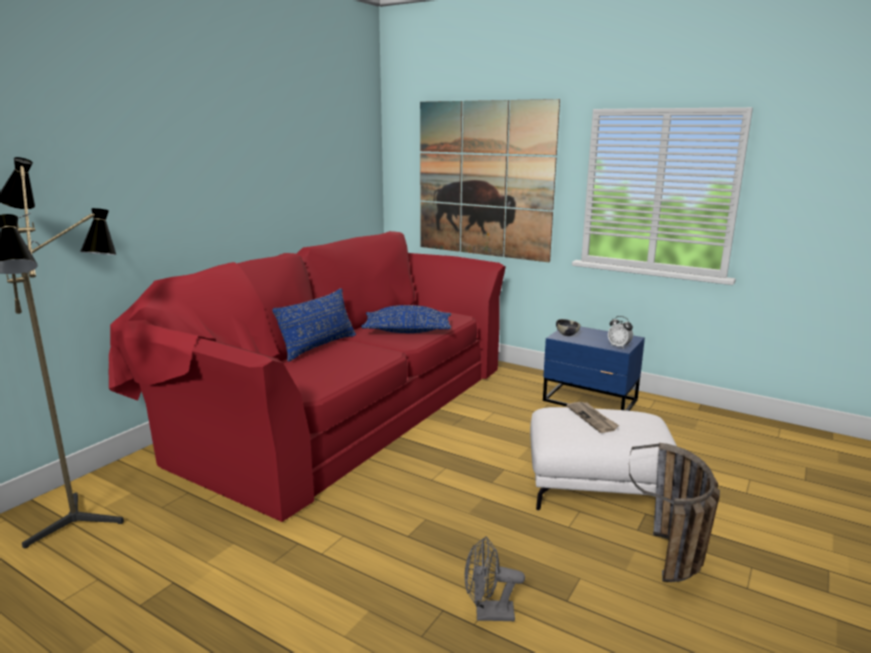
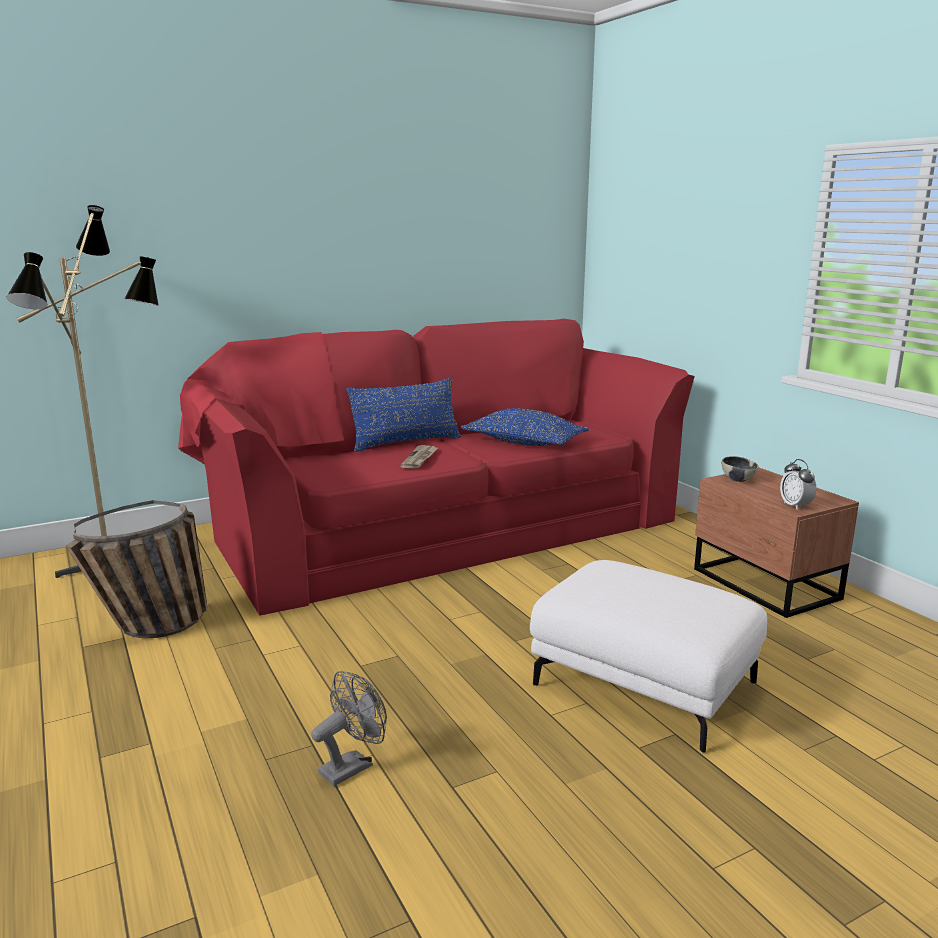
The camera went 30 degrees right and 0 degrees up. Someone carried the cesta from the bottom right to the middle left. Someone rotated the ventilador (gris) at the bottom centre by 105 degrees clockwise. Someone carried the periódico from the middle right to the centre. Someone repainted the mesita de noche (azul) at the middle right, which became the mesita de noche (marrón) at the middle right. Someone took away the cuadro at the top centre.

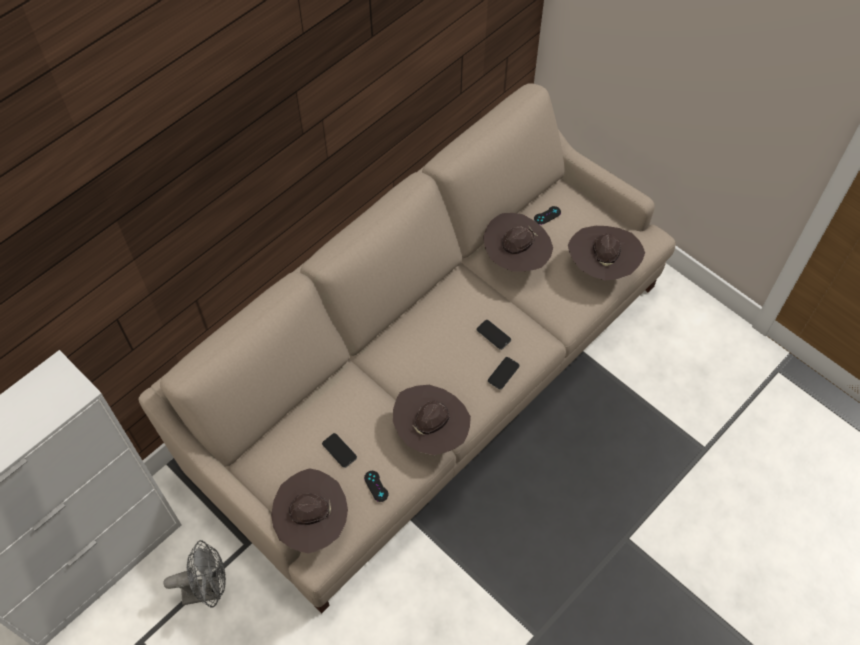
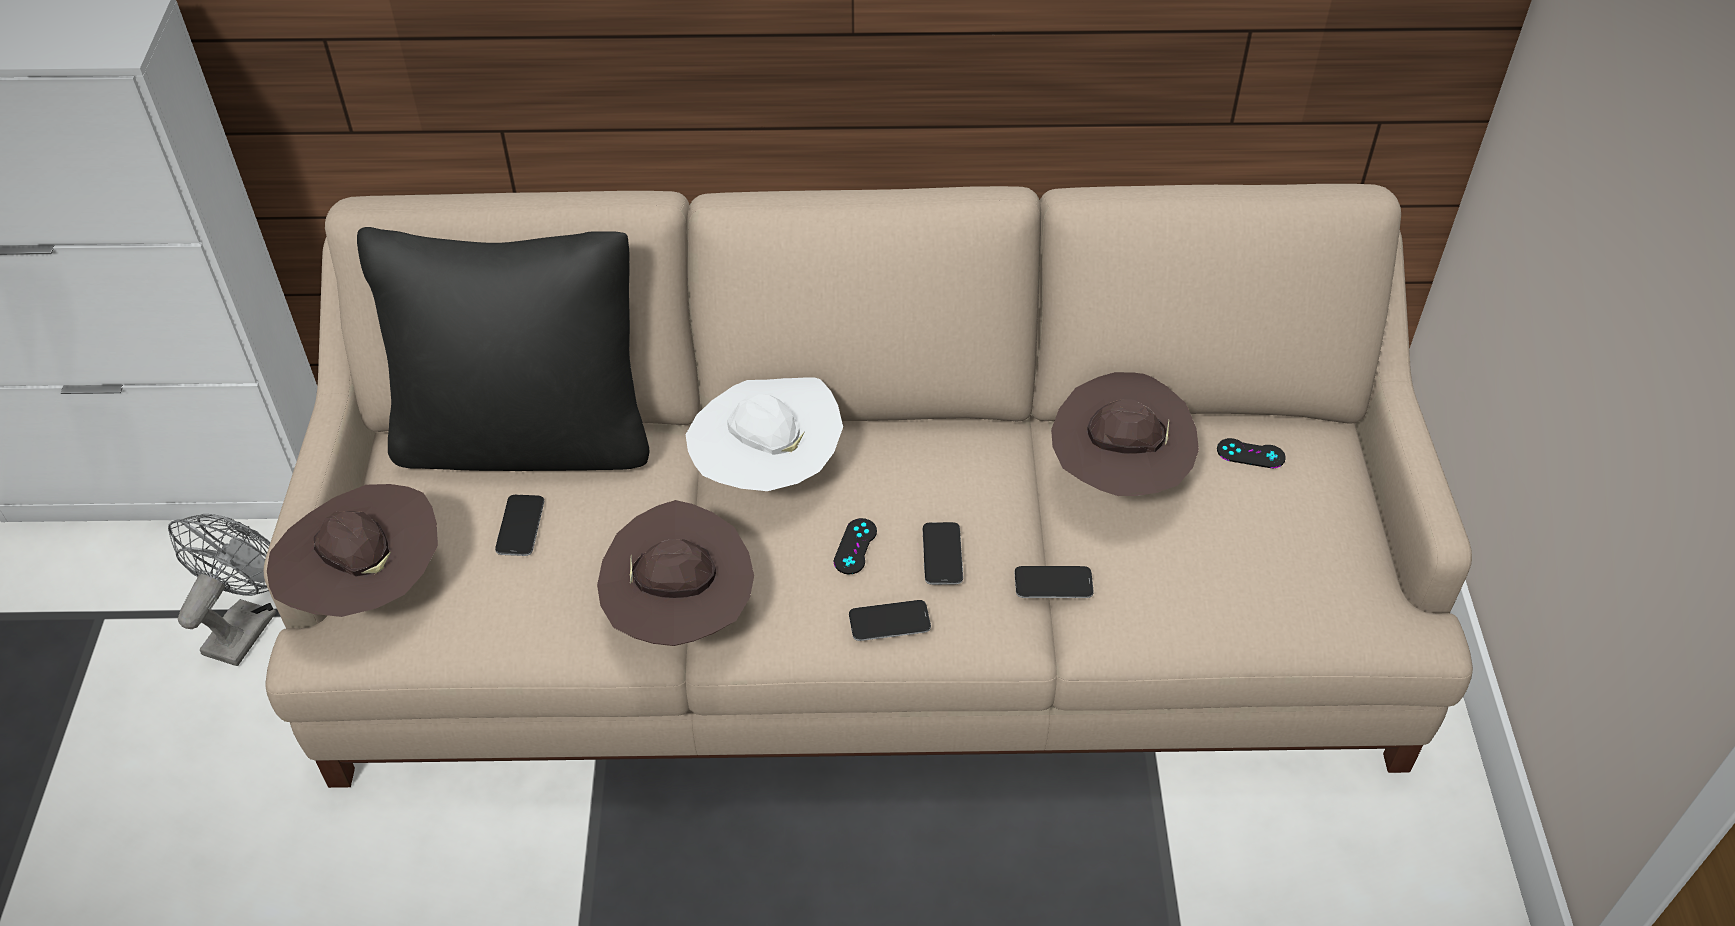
The camera went 45 degrees right and 10 degrees down. Someone rotated the ventilador (gris) at the bottom left by 105 degrees counterclockwise. Someone put down the cojín (negro) at the middle left. Someone put down the sombrero (blanco) at the centre. Someone carried the mando de consola (negro) (no. 1 from left) from the bottom centre to the centre. Someone put down the móvil (no. 4 from left) at the centre. Someone took away the sombrero (marrón) (no. 4 from left) at the middle right.

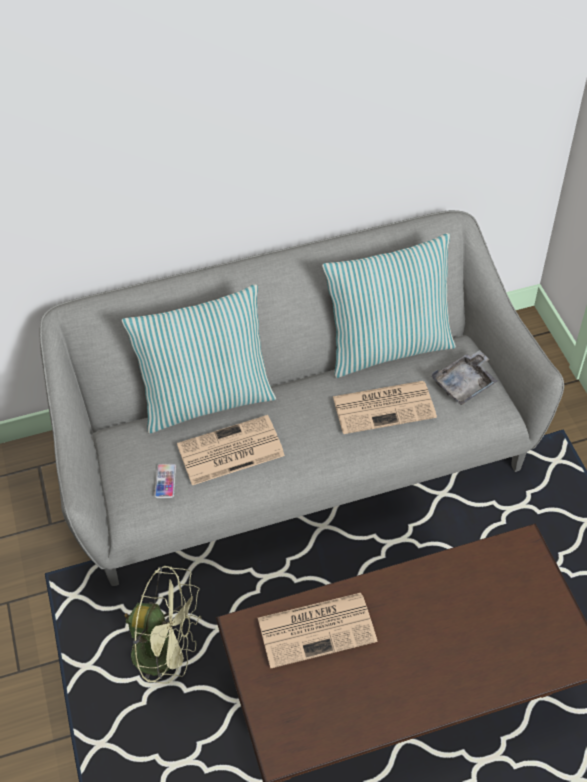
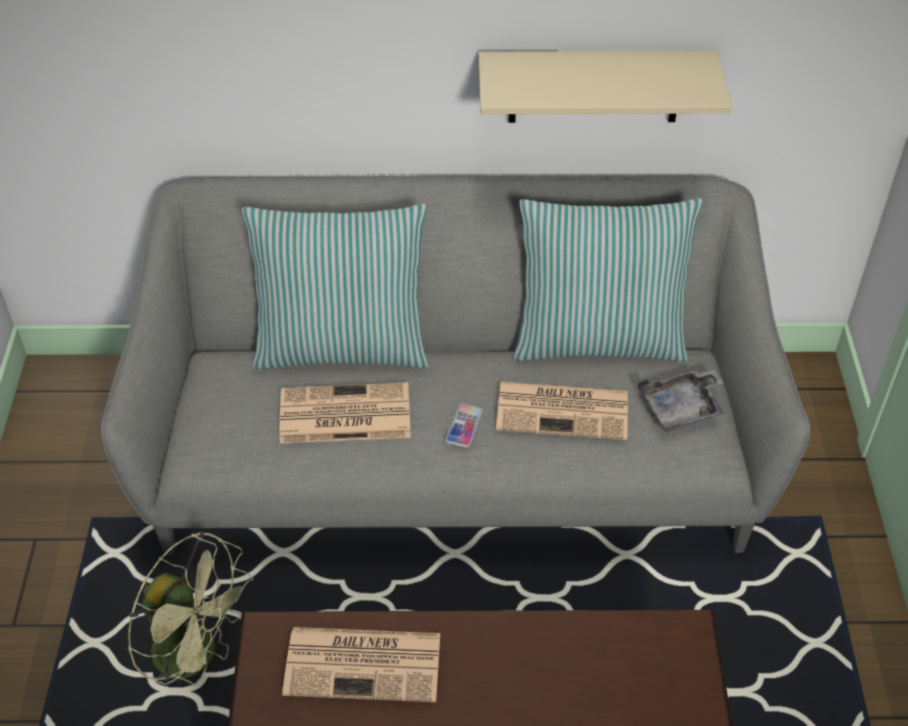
The camera went 15 degrees right and 5 degrees down. Someone carried the móvil from the middle left to the centre. Someone put up the estante (beis) at the top centre.

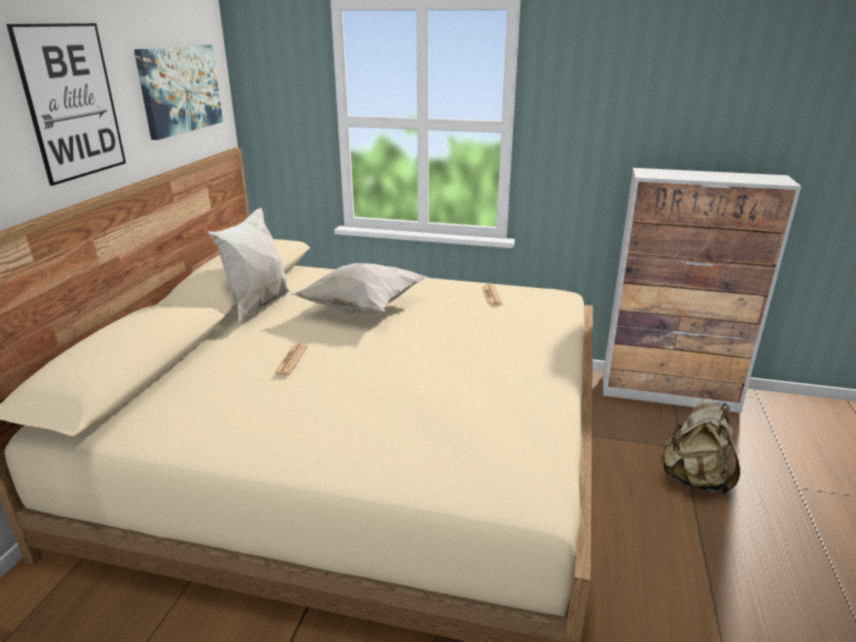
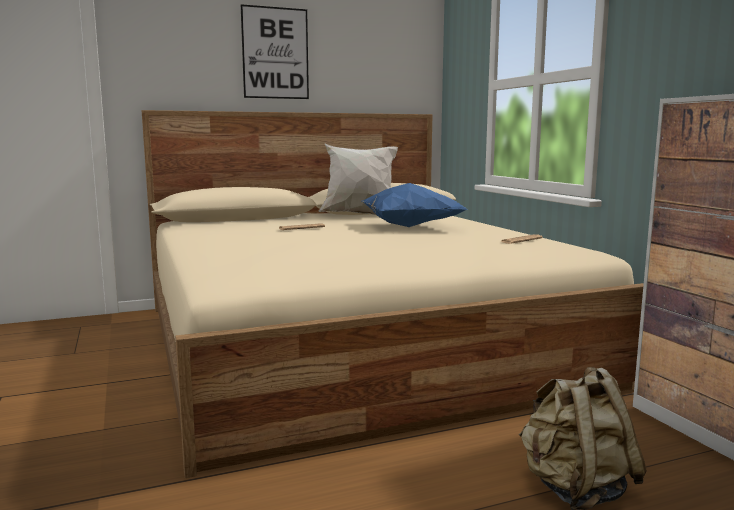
The camera went 55 degrees right and 15 degrees down. Someone repainted the cojín (blanco) (no. 2 from left) at the centre, which became the cojín (azul) at the centre. Someone took away the cuadro (no. 2 from left) at the top left.

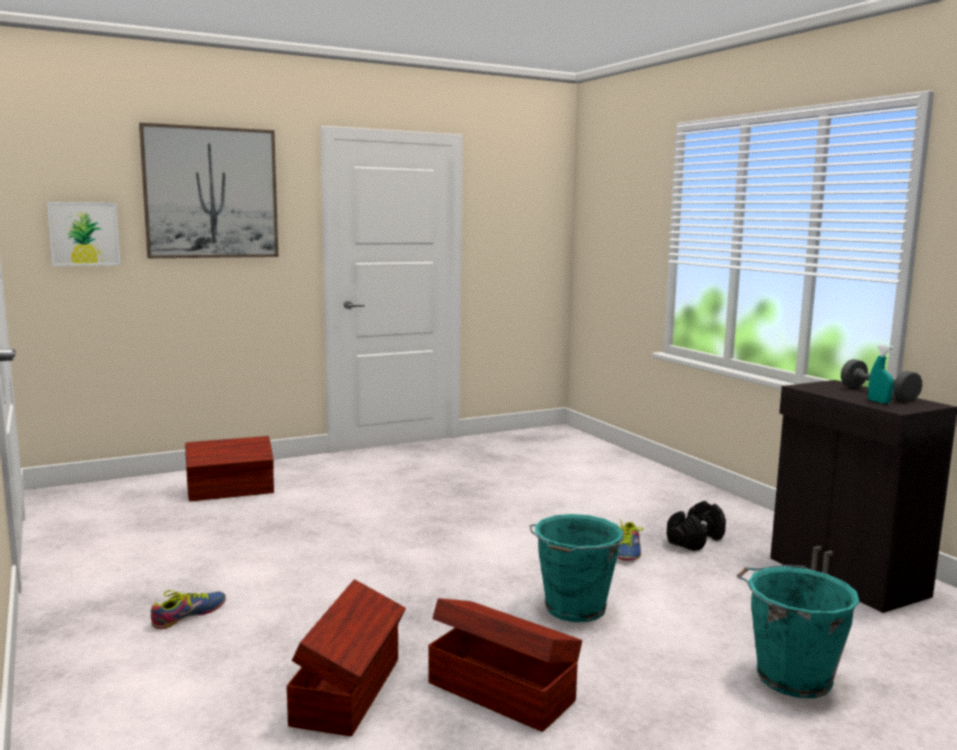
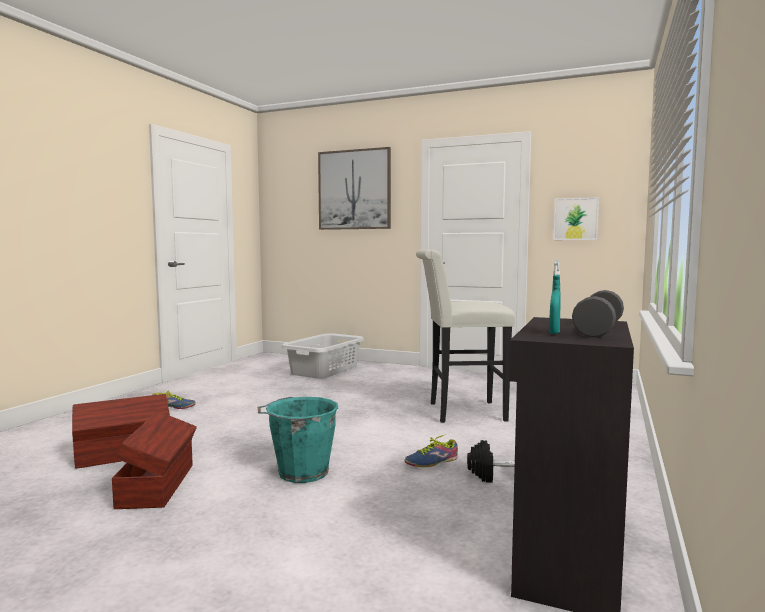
The camera went 50 degrees right and 5 degrees down. Someone swapped the caja de almacenaje (marrón) (no. 1 from left) at the middle left for the cesto de la ropa (gris) at the centre. Someone put down the taburete (blanco) at the centre. Someone carried the cuadro (no. 1 from left in the first image) from the top left to the middle right. Someone took away the cubo (turquesa) (no. 2 from left) at the bottom right.

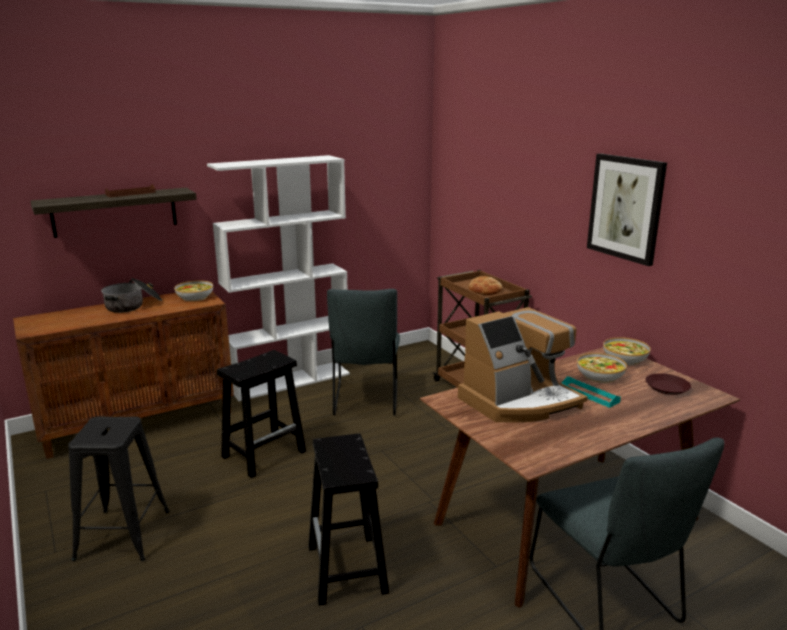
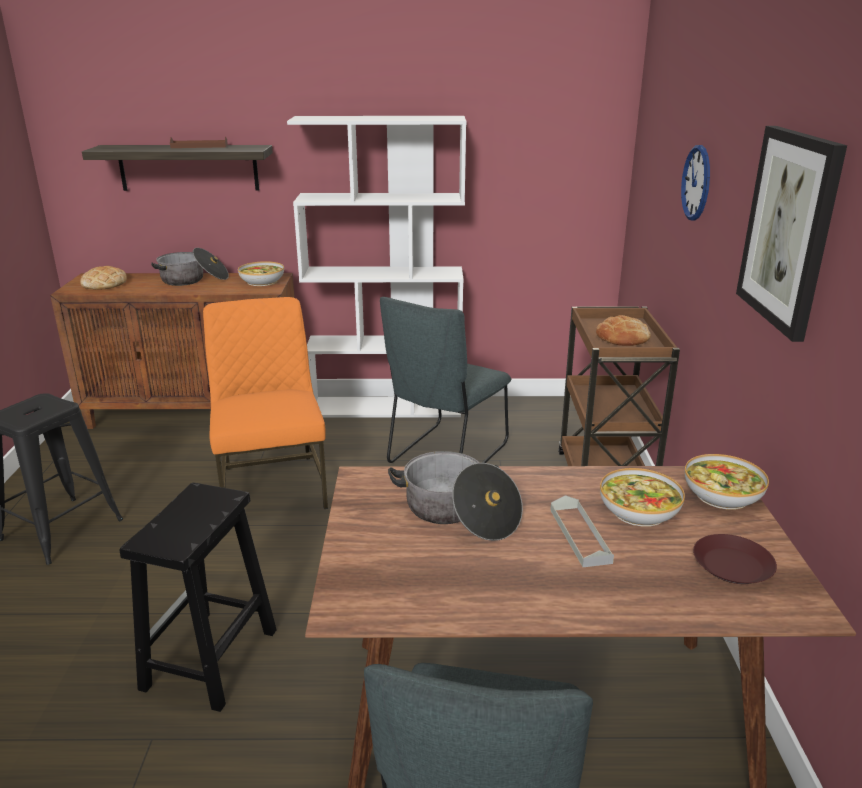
The camera went 30 degrees right and 5 degrees up. Someone put down the pan (no. 1 from left) at the middle left. Someone swapped the taburete (negro) (no. 2 from left) at the middle left for the silla (naranja) at the middle left. Someone swapped the cafetera at the centre for the olla (no. 2 from left) at the centre. Someone repainted the bandeja (turquesa) at the middle right, which became the bandeja (gris) at the bottom right. Someone put up the reloj de pared at the top right.

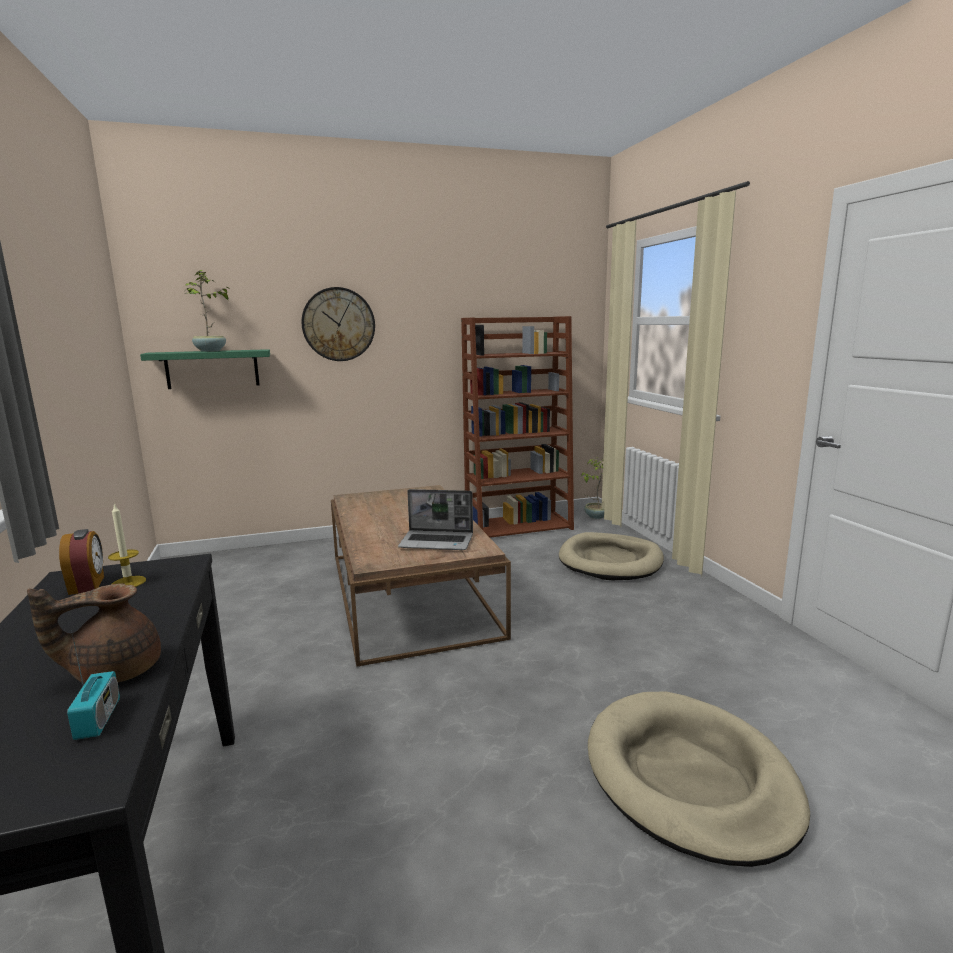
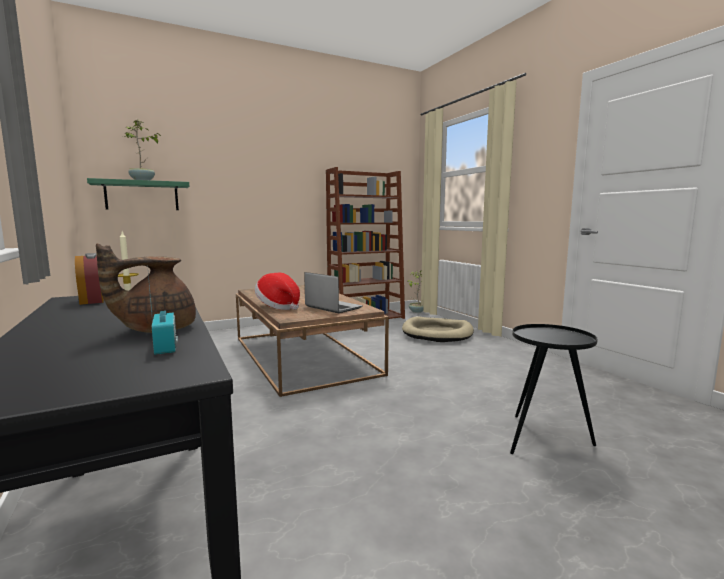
The camera went 10 degrees left and 5 degrees down. Someone put down the sombrero at the centre. Someone rotated the portátil at the centre by 135 degrees counterclockwise. Someone swapped the cama para perro (beis) (no. 2 from left) at the bottom right for the mesa auxiliar (negro) at the bottom right. Someone took away the reloj de pared at the centre.

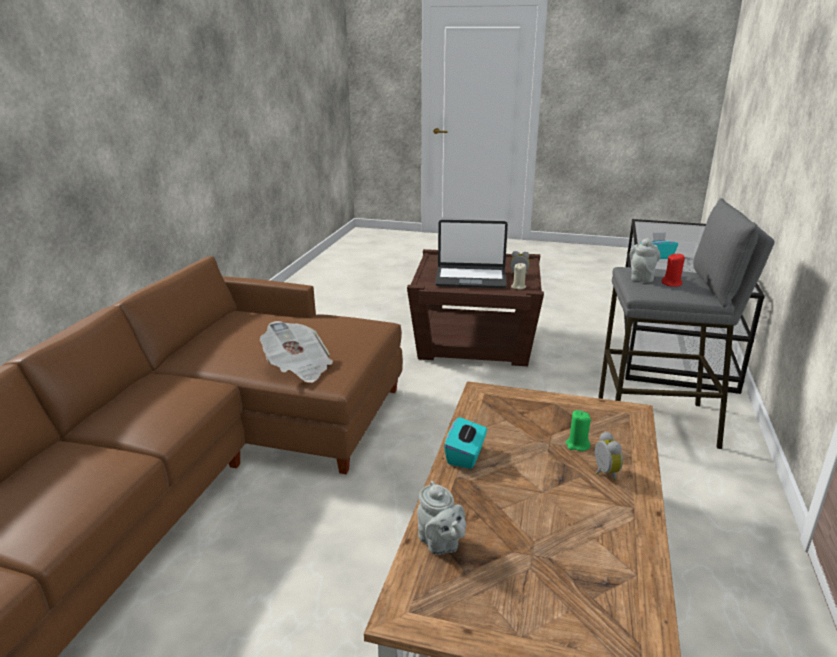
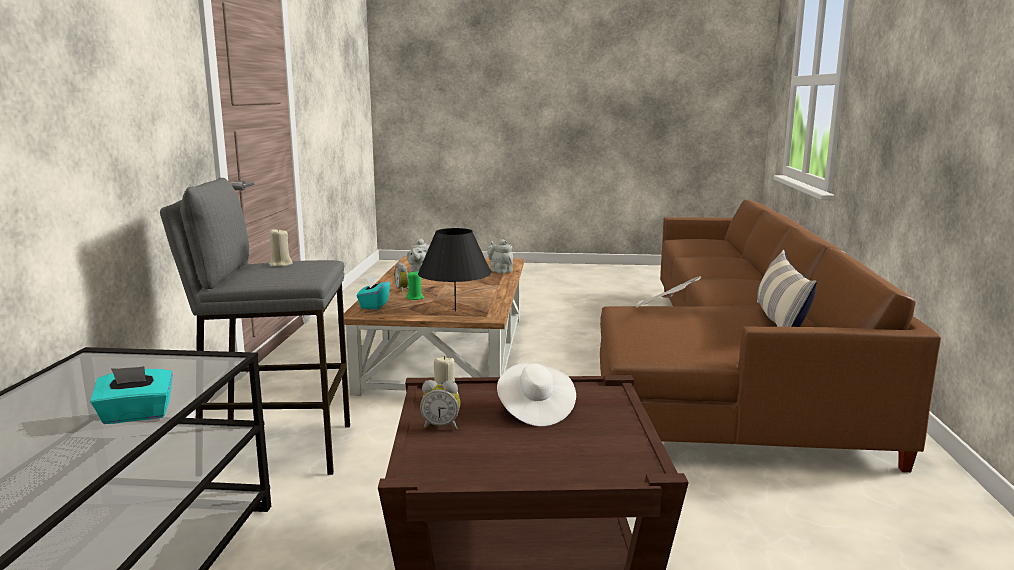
The camera went 170 degrees right and 10 degrees down. Someone repainted the vela (rojo) at the middle right, which became the vela (beis) (no. 1 from left) at the middle left. Someone carried the caja de pañuelos (turquesa) (no. 1 from left in the first image) from the bottom centre to the centre. Someone carried the tetera (gris) (no. 2 from left in the first image) from the middle right to the centre. Someone put down the lámpara de mesa (negro) at the centre. Someone swapped the portátil at the centre for the sombrero (blanco) at the bottom centre. Someone put down the cojín at the middle right.

